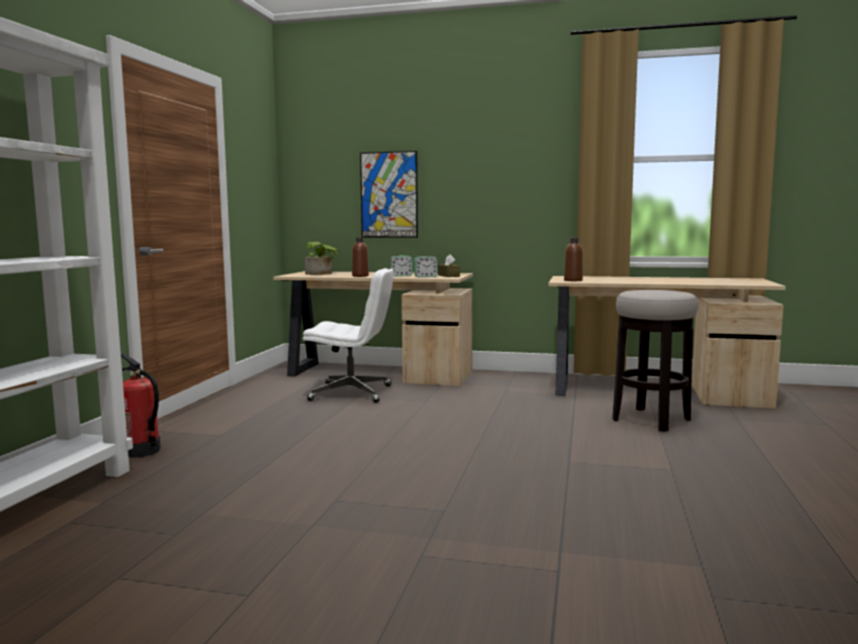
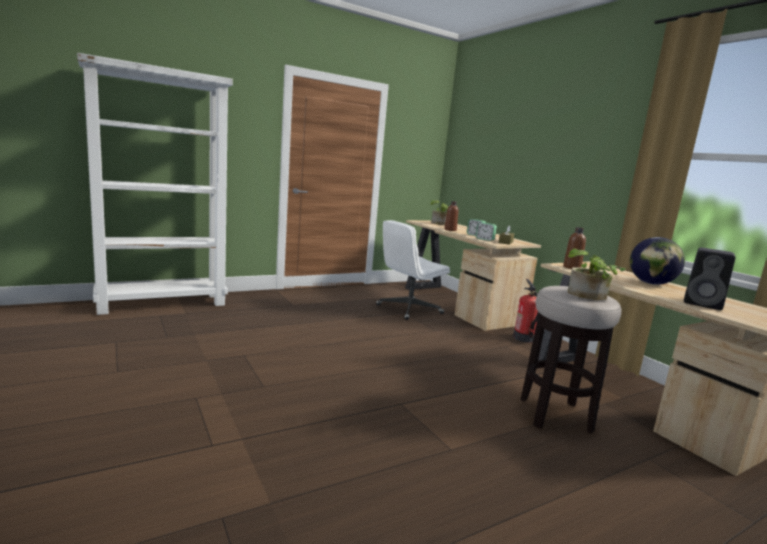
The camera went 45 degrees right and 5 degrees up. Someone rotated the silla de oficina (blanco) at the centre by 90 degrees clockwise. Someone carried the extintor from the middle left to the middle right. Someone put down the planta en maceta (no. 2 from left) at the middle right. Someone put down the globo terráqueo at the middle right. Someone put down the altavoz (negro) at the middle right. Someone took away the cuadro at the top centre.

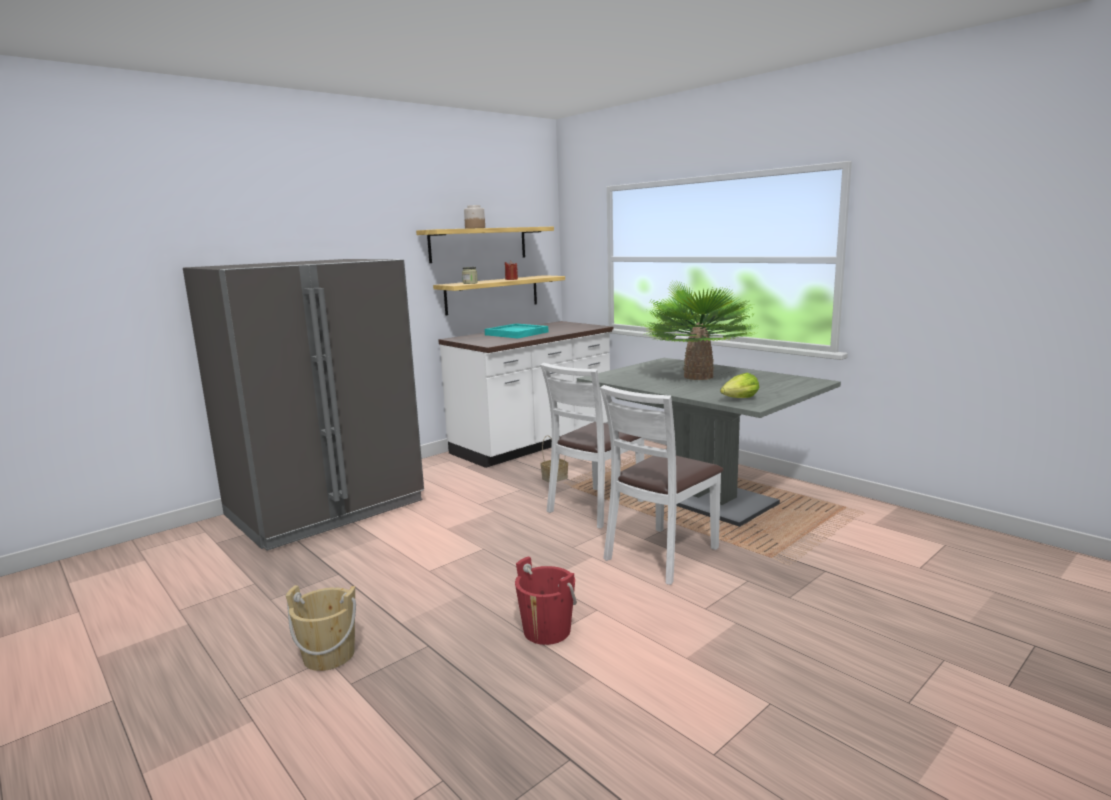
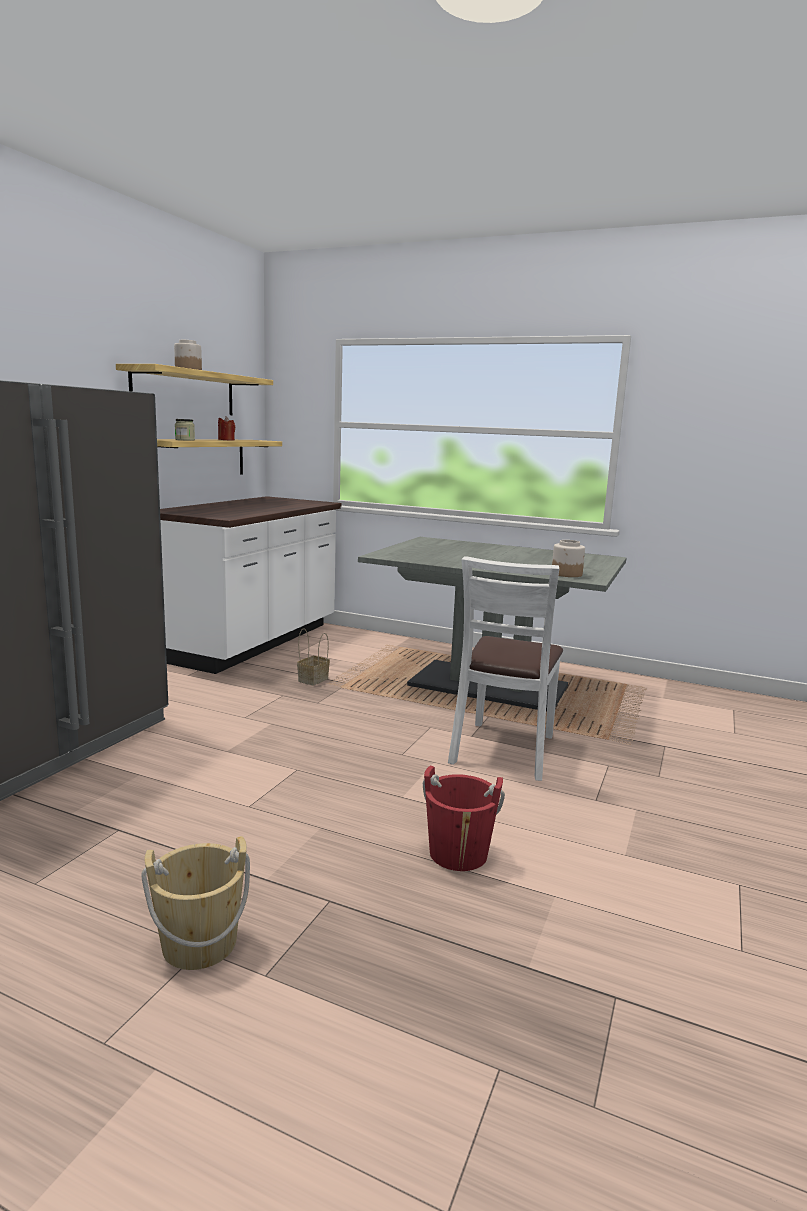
The camera went 25 degrees left and 0 degrees up. Someone swapped the lechuga at the centre for the tarro (no. 3 from left) at the middle right. Someone took away the bandeja (turquesa) at the centre. Someone took away the silla (blanco) (no. 1 from left) at the centre. Someone took away the planta en maceta at the centre.

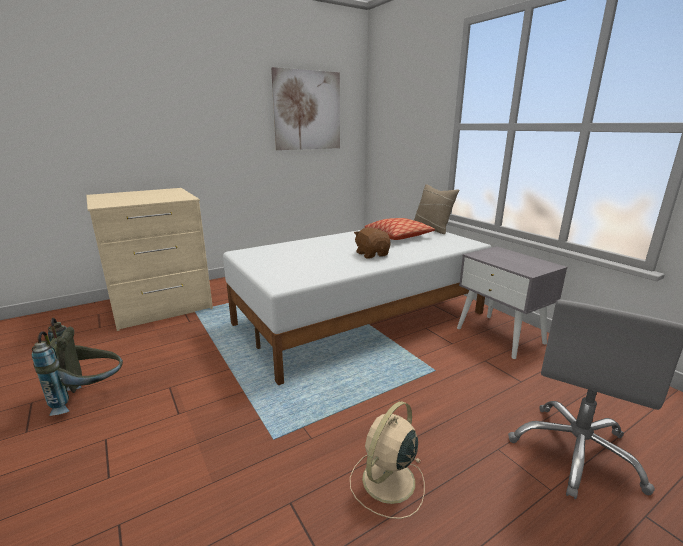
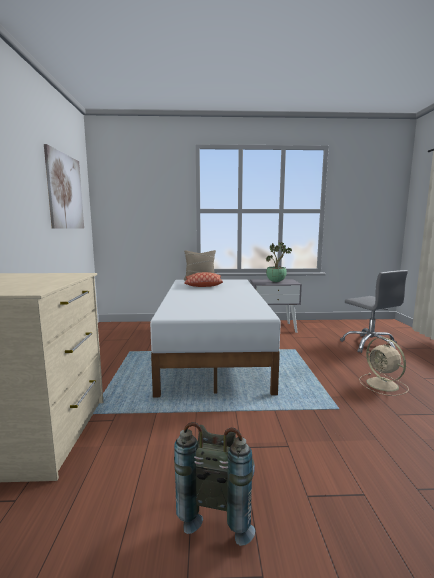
The camera went 60 degrees left and 10 degrees down. Someone put down the planta en maceta at the centre. Someone took away the peluche (marrón) at the centre.

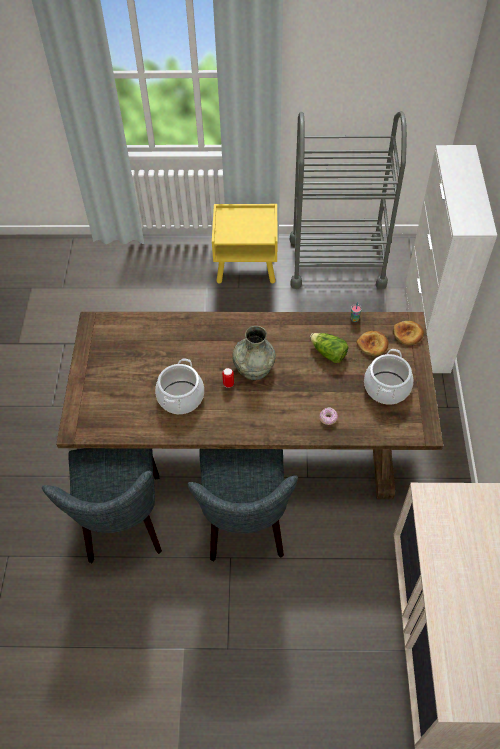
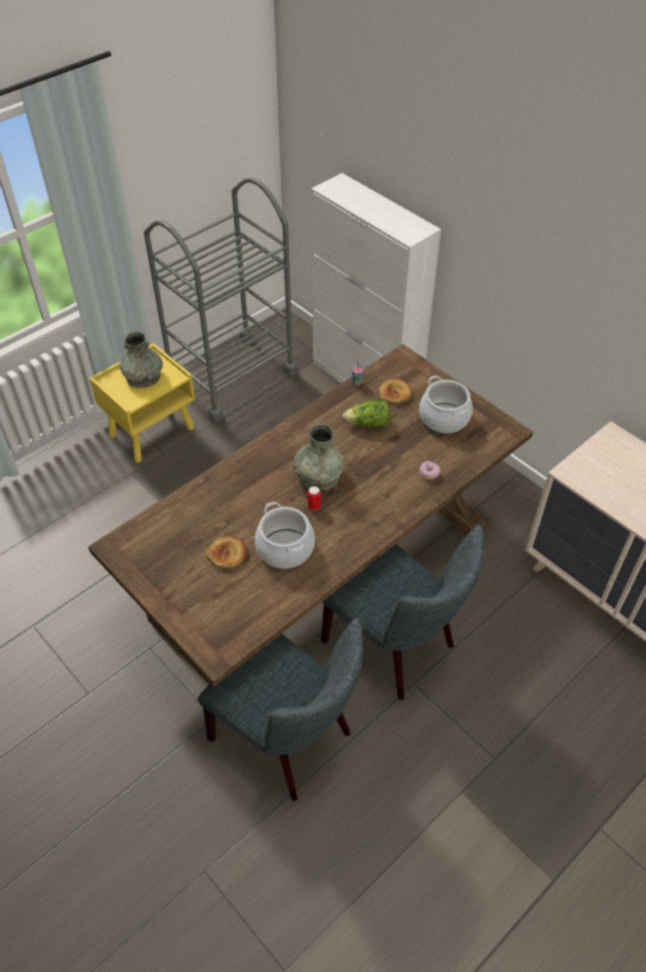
The camera went 45 degrees left and 5 degrees down. Someone put down the florero (gris) (no. 1 from left) at the middle left. Someone carried the pan (no. 2 from left in the first image) from the middle right to the centre.

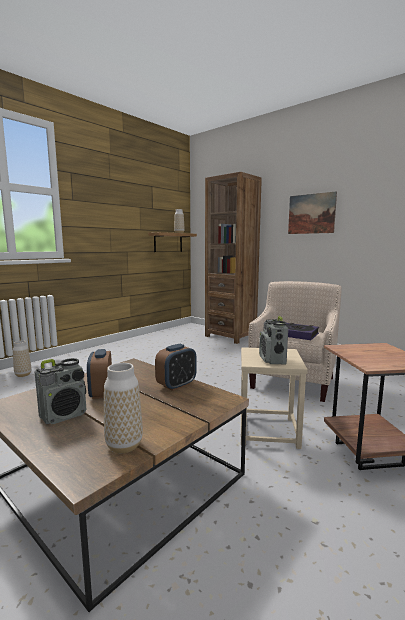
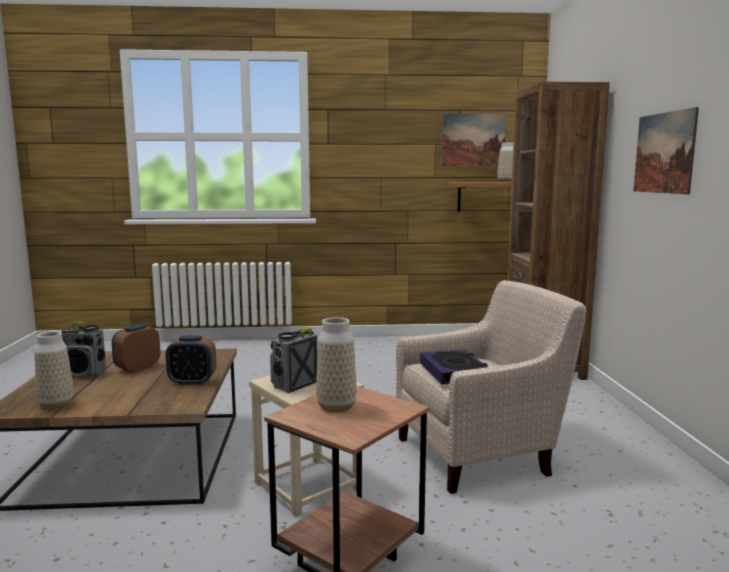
The camera went 45 degrees right and 0 degrees up. Someone carried the florero (no. 1 from left in the first image) from the middle left to the centre. Someone put up the cuadro (no. 1 from left) at the top centre.

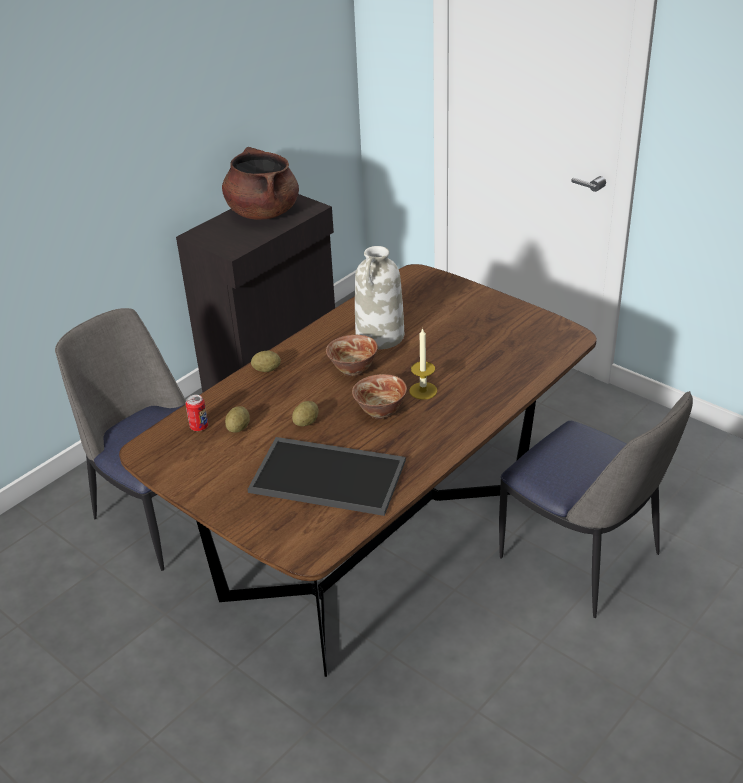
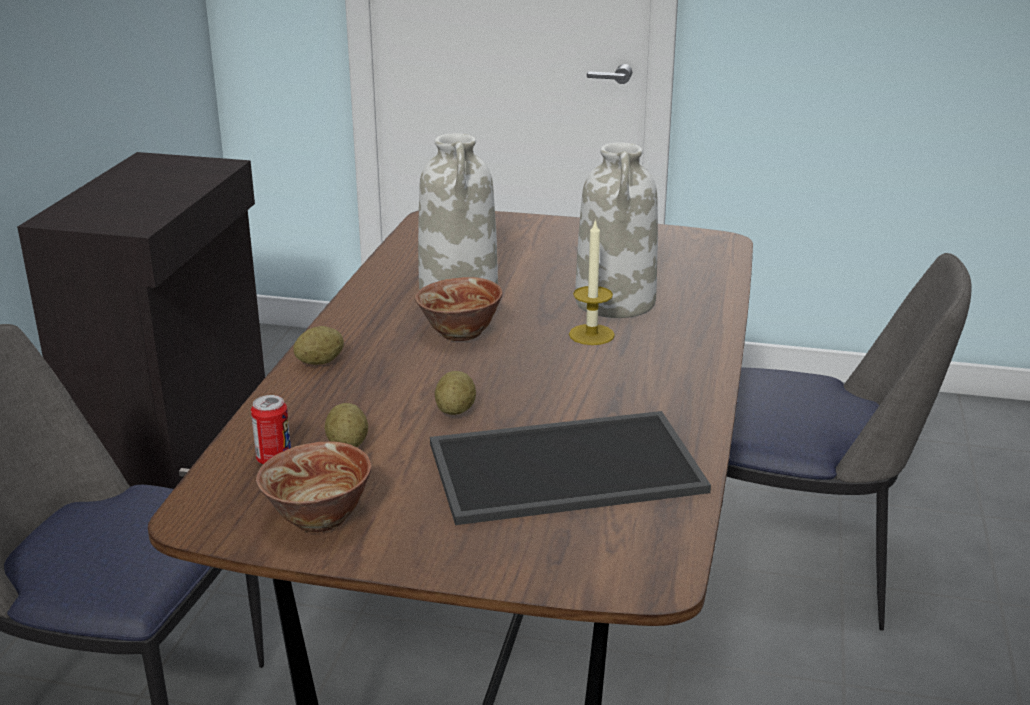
The camera went 30 degrees left and 10 degrees down. Someone carried the cuenco (no. 2 from left in the first image) from the centre to the bottom left. Someone put down the florero (blanco) (no. 2 from left) at the top centre. Someone took away the olla (marrón) at the top centre.

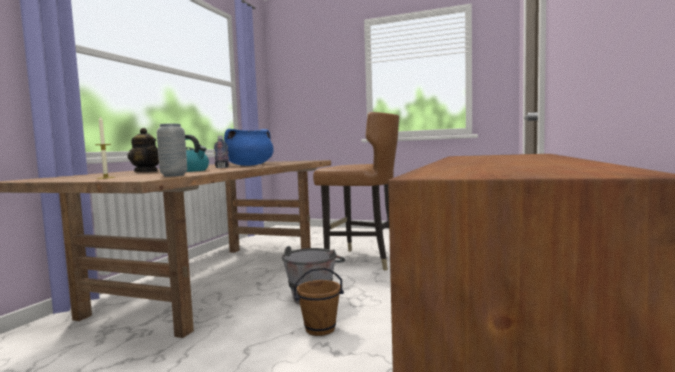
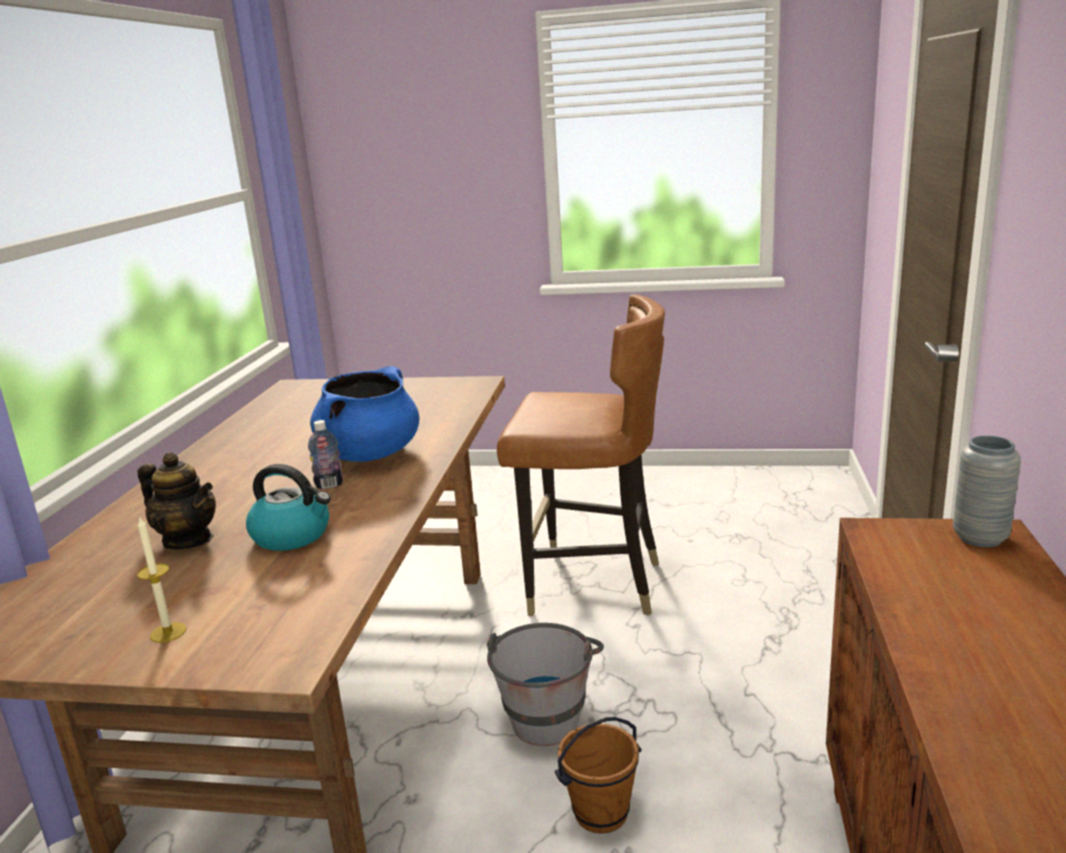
The camera went 10 degrees left and 15 degrees up. Someone carried the florero (gris) from the middle left to the middle right.

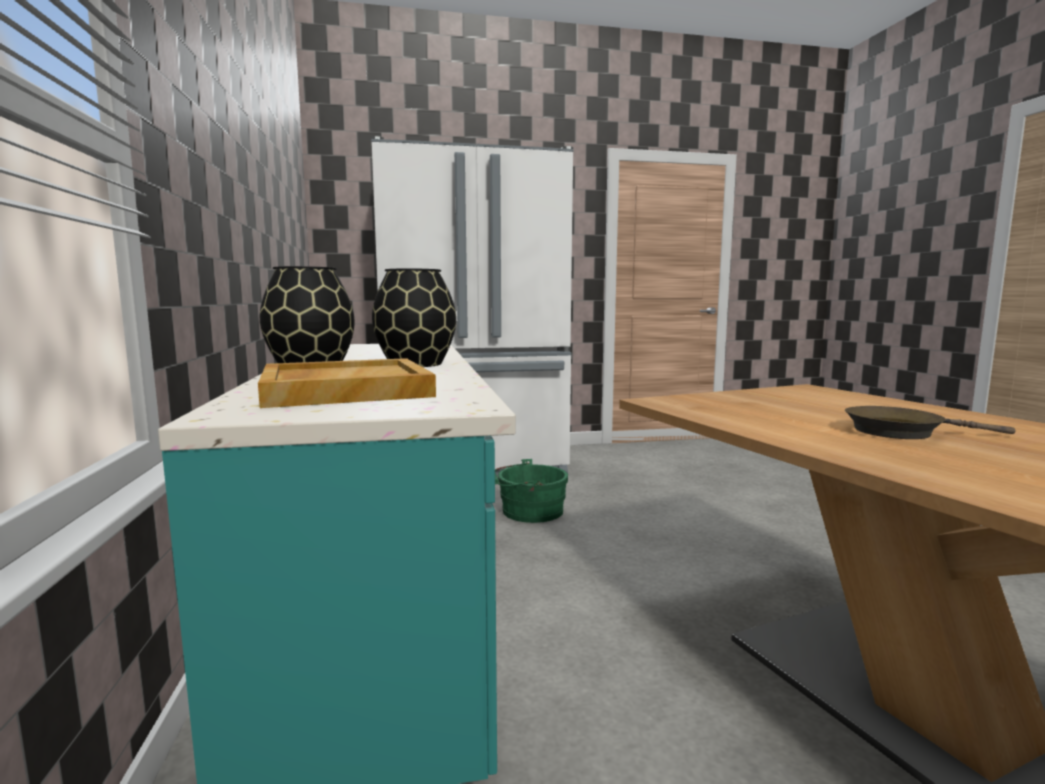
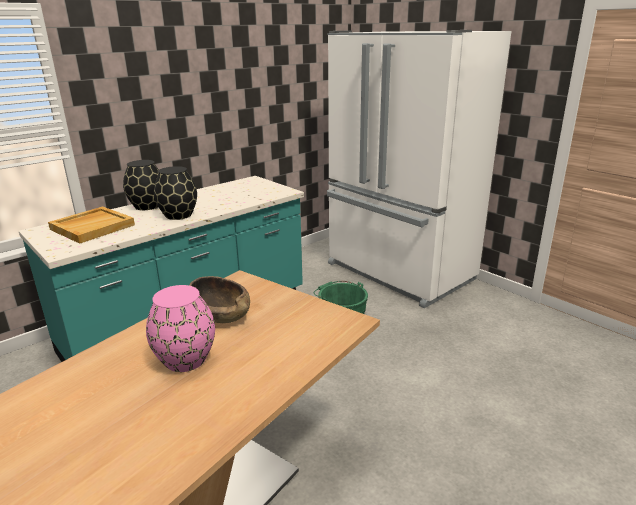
The camera went 60 degrees right and 15 degrees up. Someone swapped the sartén (marrón) at the middle right for the florero (rosa) at the middle left. Someone put down the cuenco (marrón) at the centre.

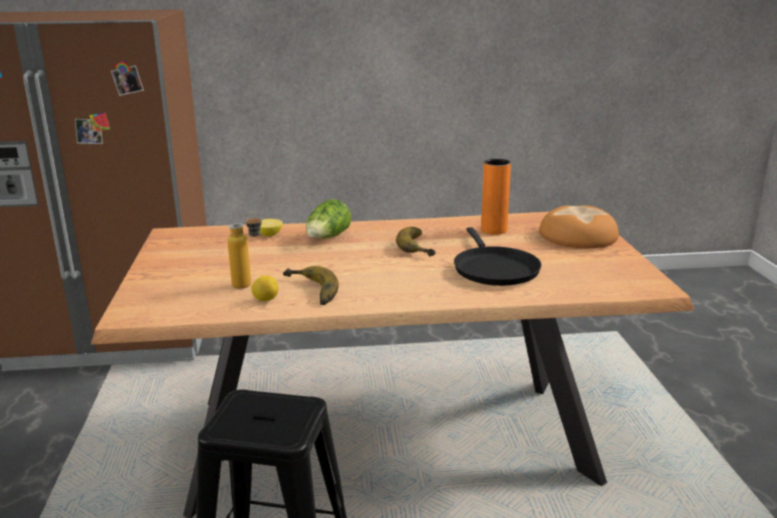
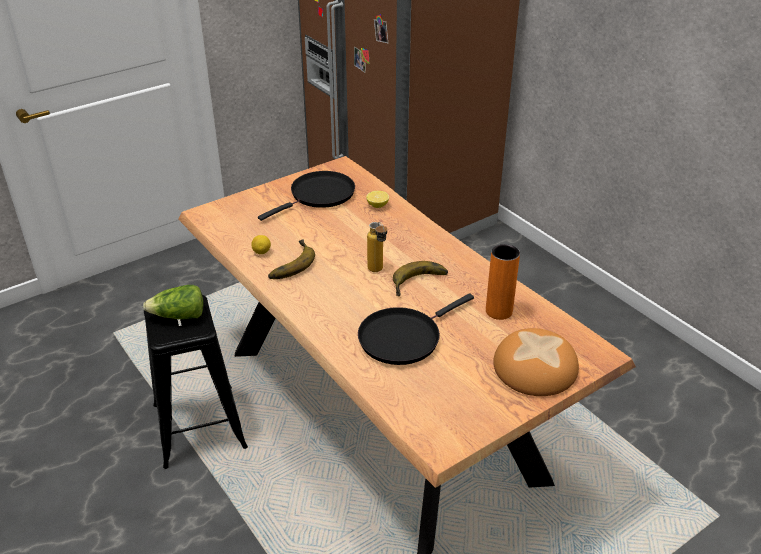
The camera went 60 degrees right and 15 degrees up. Someone carried the lechuga from the centre to the middle left. Someone put down the sartén (negro) (no. 1 from left) at the centre. Someone carried the botella from the middle left to the centre.

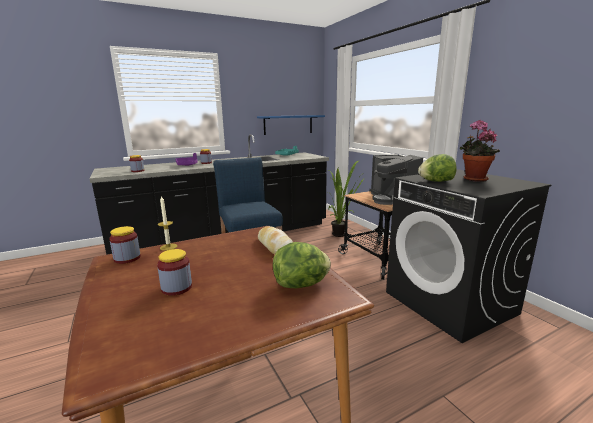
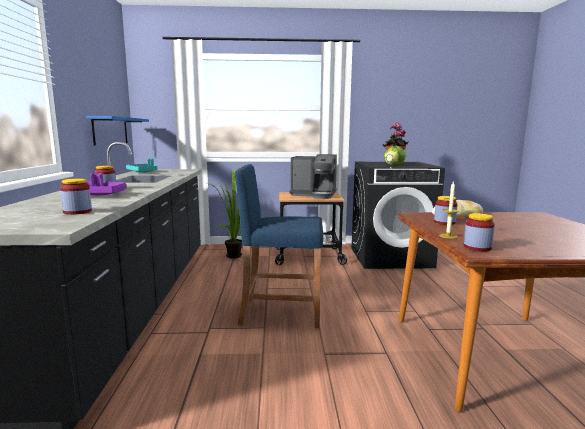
The camera went 65 degrees left and 5 degrees down. Someone carried the tarro (no. 3 from left) from the middle left to the middle right. Someone took away the lechuga (no. 1 from left) at the centre.

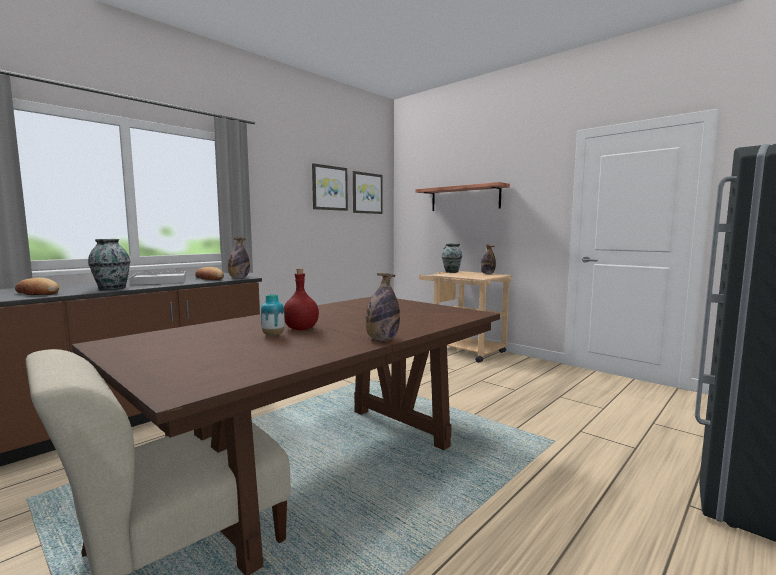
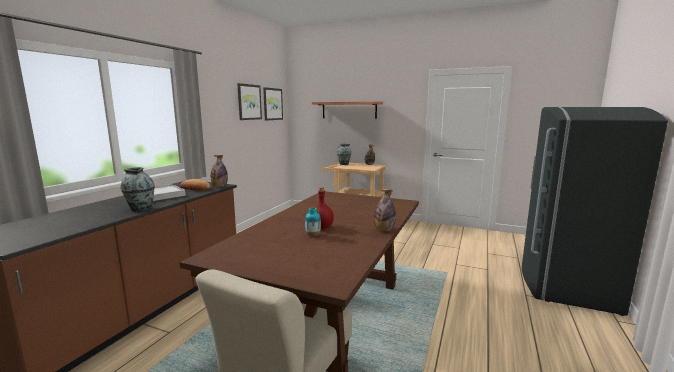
The camera went 20 degrees left and 5 degrees up. Someone took away the pan (no. 1 from left) at the middle left.

